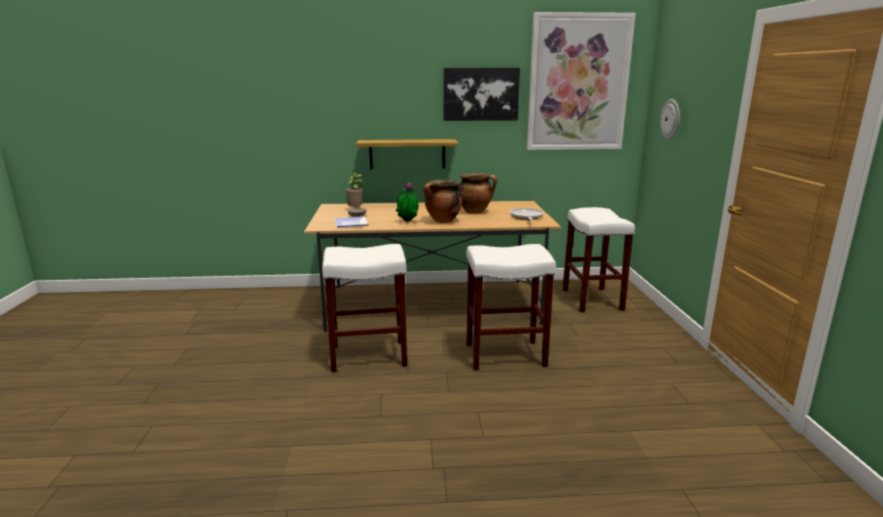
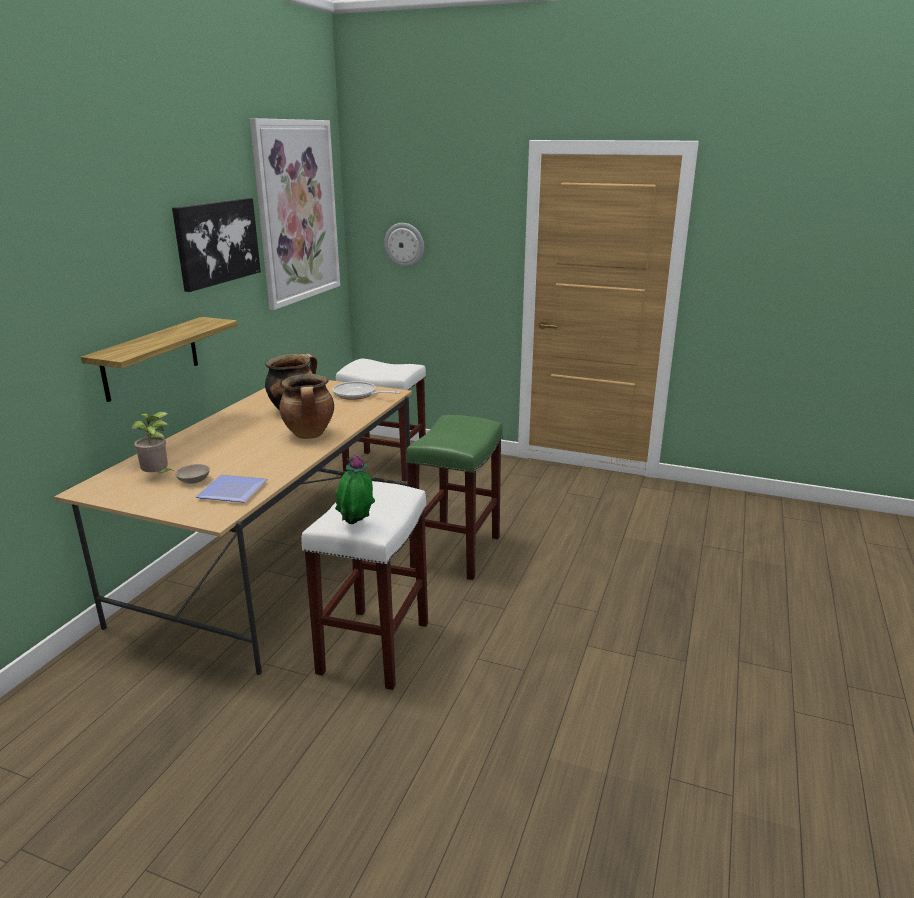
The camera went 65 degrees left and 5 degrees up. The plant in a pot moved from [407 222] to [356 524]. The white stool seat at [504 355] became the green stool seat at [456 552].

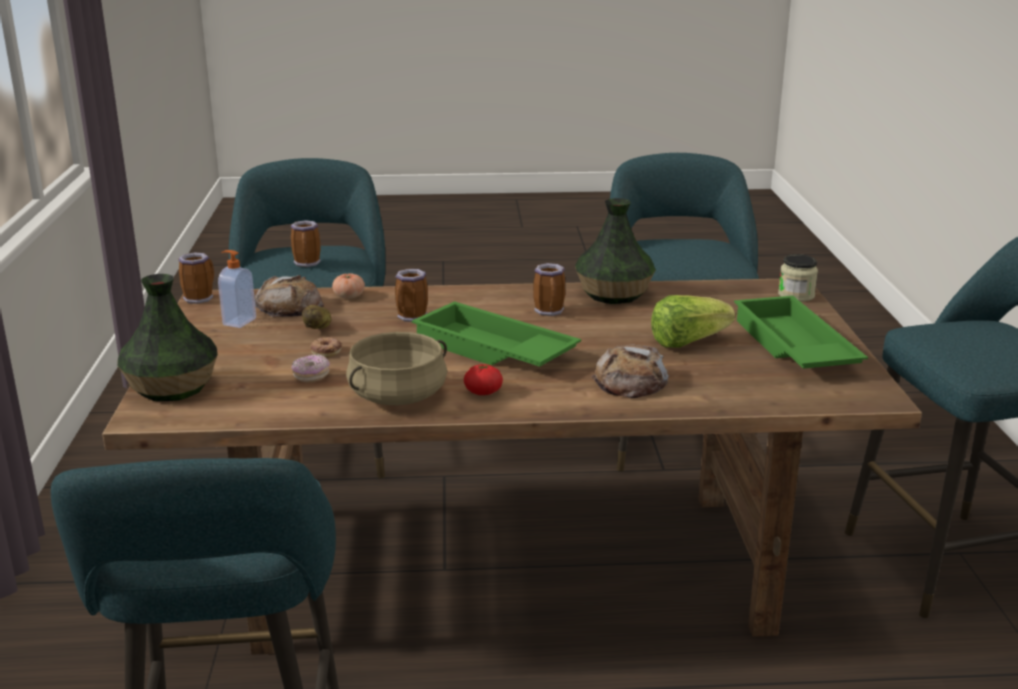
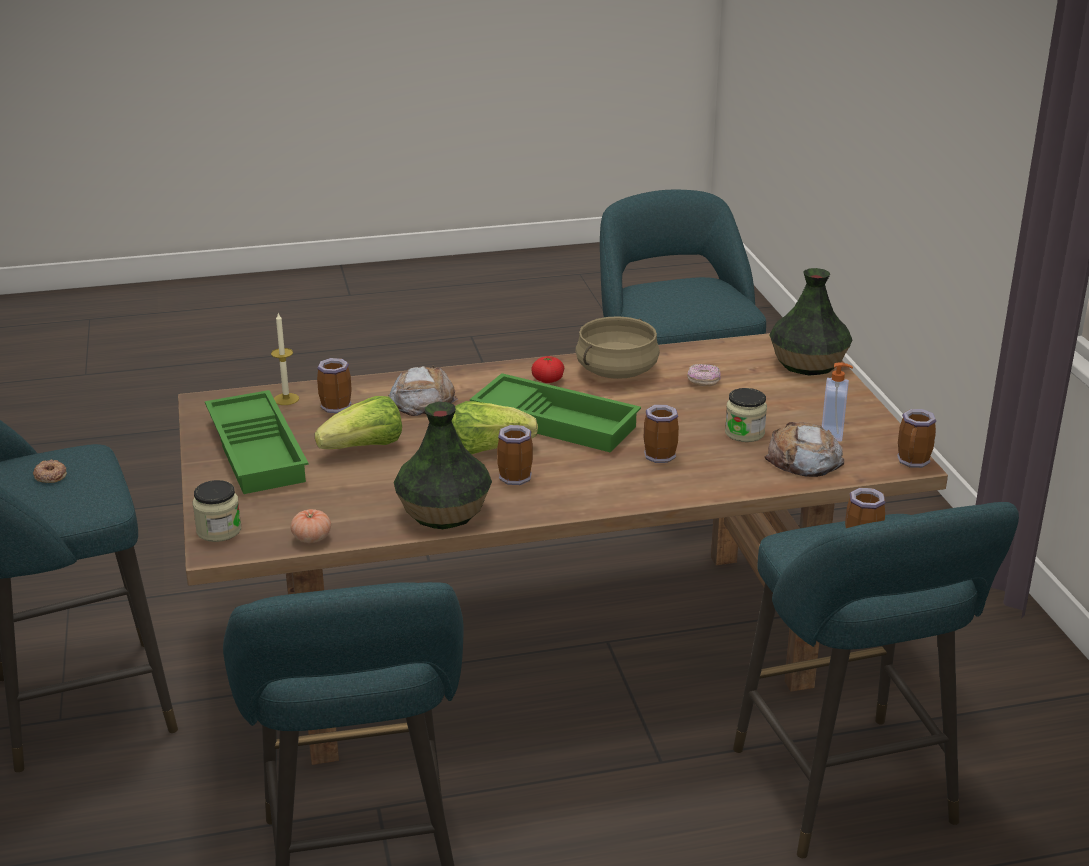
The camera went 170 degrees right and 5 degrees up. The wax candle at [286 399] appeared. The mug at [334 405] appeared. The head of lettuce at [487 449] appeared. The ring doughnut moved from [326 350] to [50 475]. The fresh tomato moved from [349 296] to [311 538]. The whole potato at [318 328] was replaced by the preserve jar at [744 433].

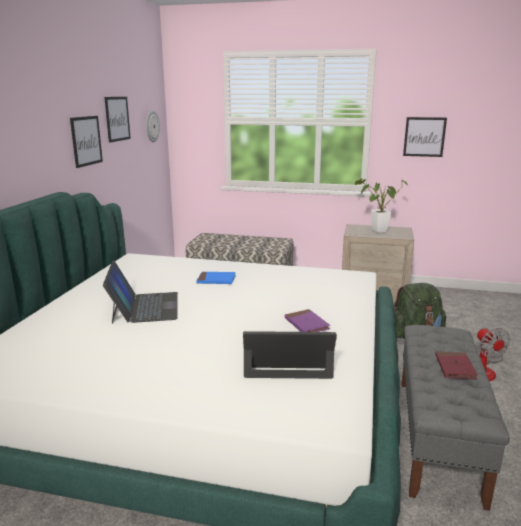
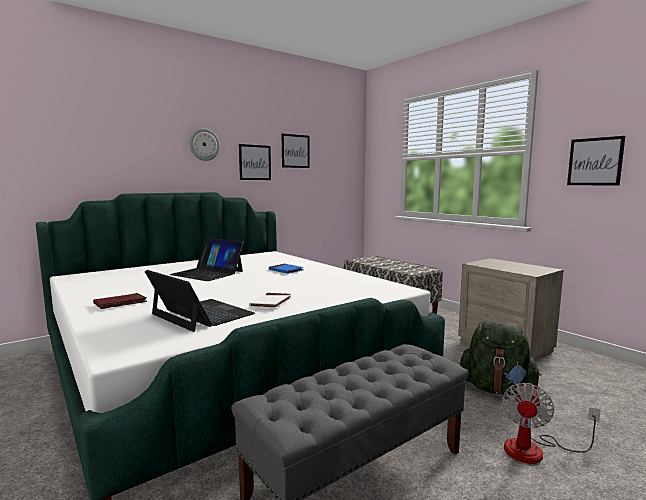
The camera went 40 degrees right and 10 degrees down. The plant in a pot at [376 231] disappeared. The hanging clock moved from [152 126] to [204 144]. The reddish bound book moved from [455 367] to [120 303]. The purple-coloured bound book at [306 324] became the white bound book at [271 303]. The portable computer at [144 307] turned 90 degrees clockwise.

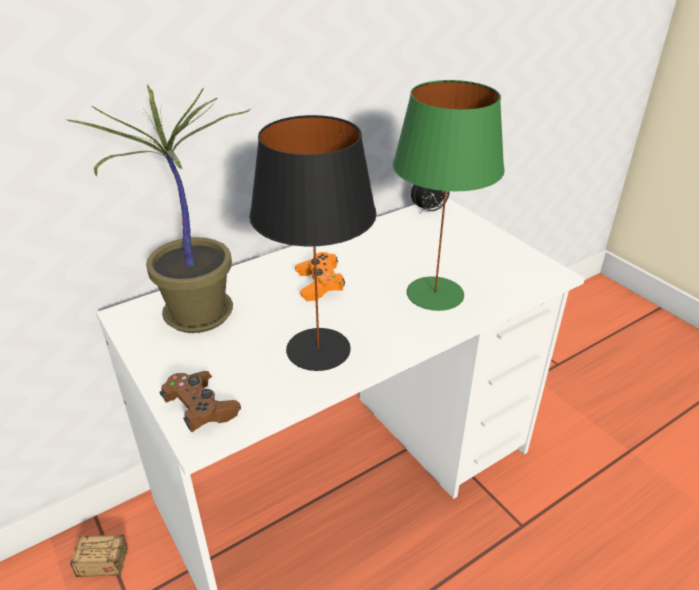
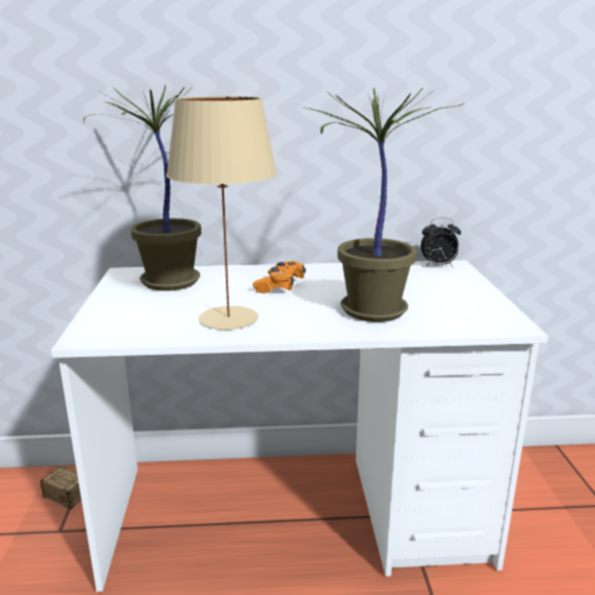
The camera went 30 degrees right and 15 degrees down. The brown gamepad at [201 409] disappeared. The green lamp for a table at [436 294] was replaced by the plant in a pot at [373 312]. The blackish lamp for a table at [317 350] became the beige lamp for a table at [227 318].

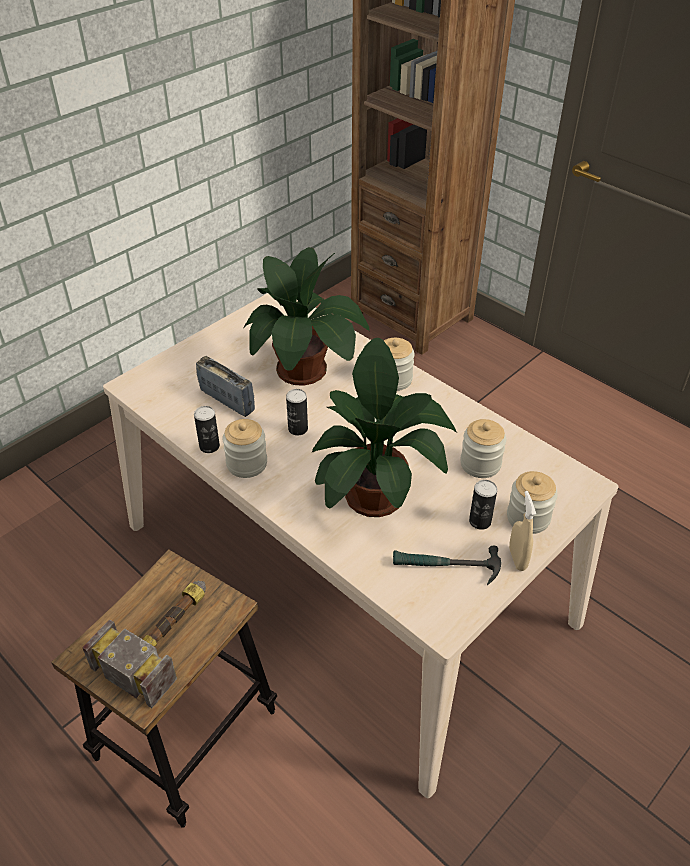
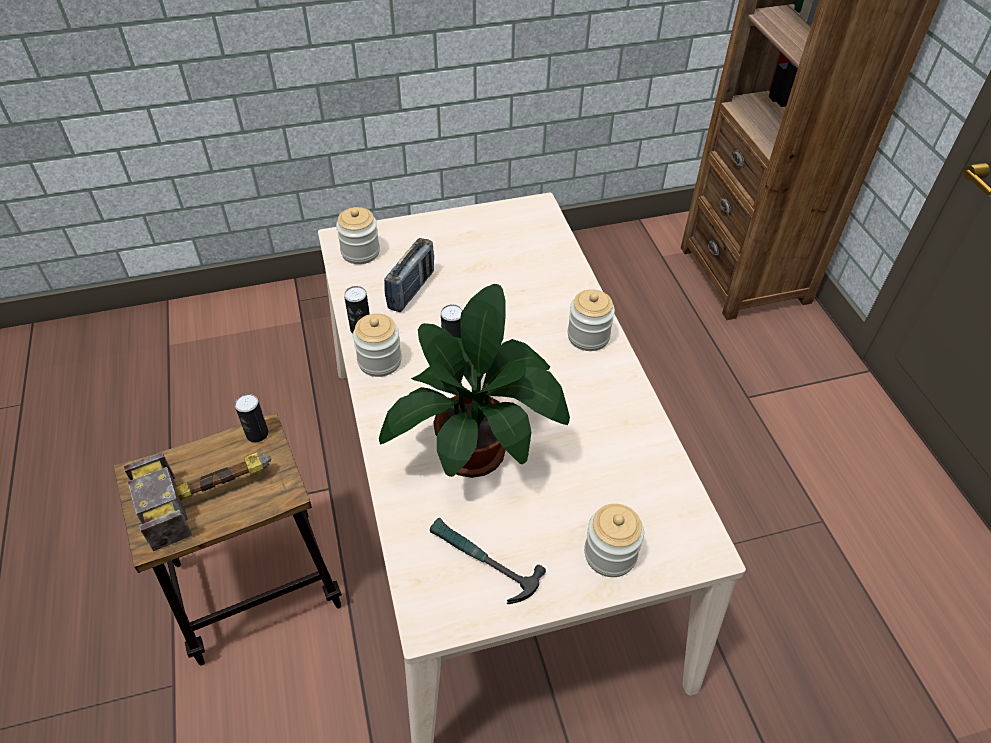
The camera went 30 degrees right and 5 degrees up. The plant in a pot at [304 371] disappeared. The beige spray bottle at [517 558] disappeared. The preserve jar moved from [480 464] to [360 252]. The metal can moved from [480 521] to [257 434]. The radio set at [227 401] turned 45 degrees clockwise.

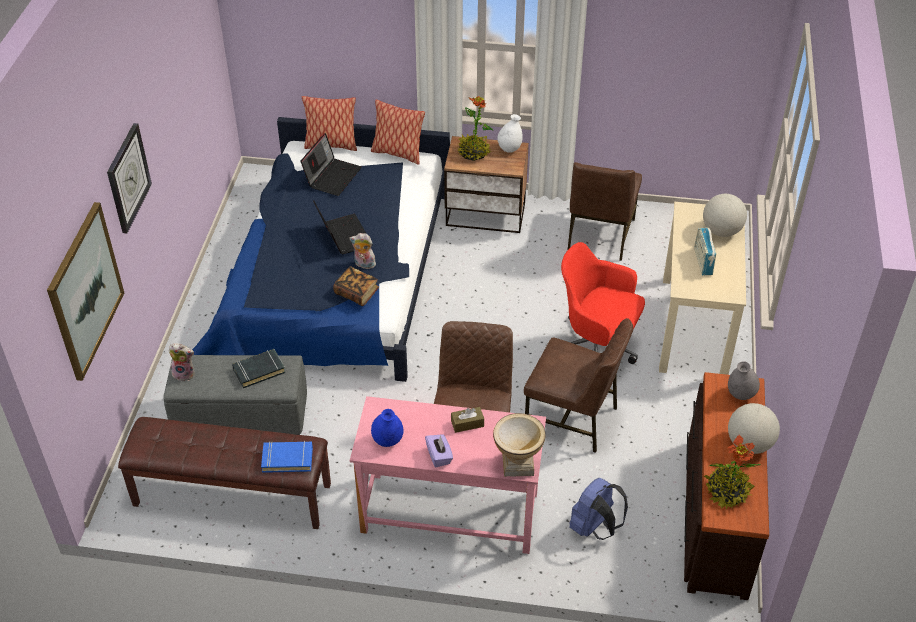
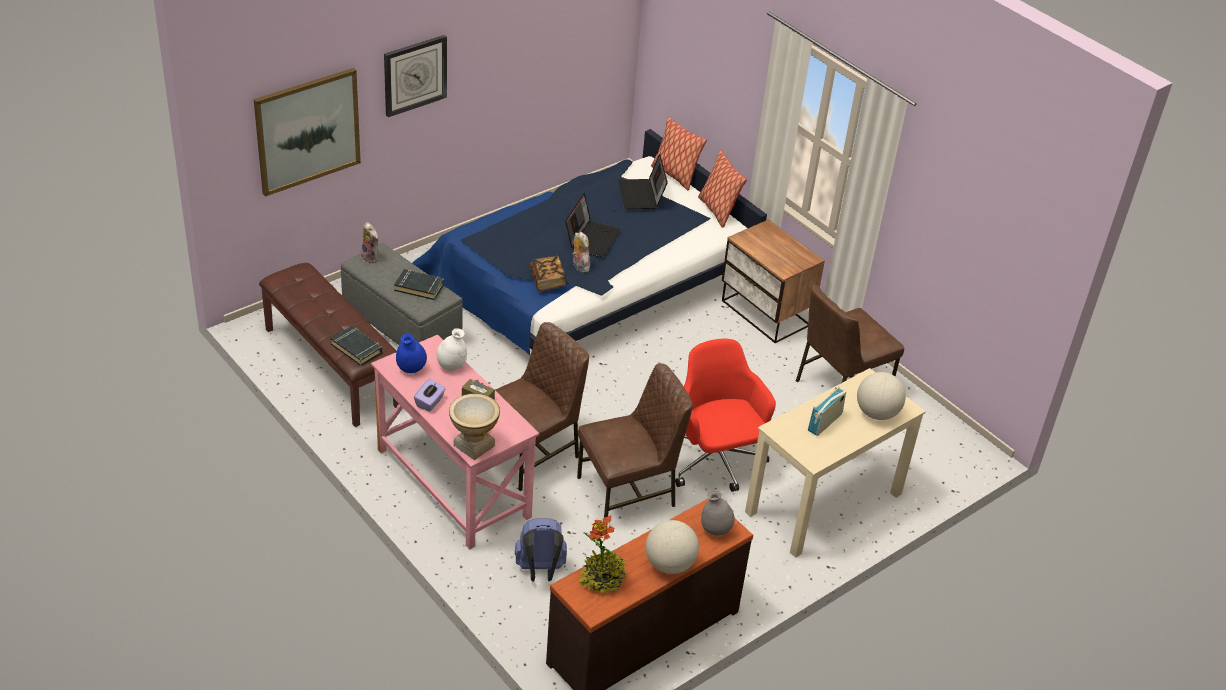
The camera went 40 degrees right and 5 degrees down. The plant in a pot at [474 153] disappeared. The white vase moved from [509 149] to [451 366]. The blue-coloured bound book at [287 459] became the blackish bound book at [357 348]. The portable computer at [332 176] turned 105 degrees clockwise. The brown upright chair at [573 419] turned 90 degrees counterclockwise.

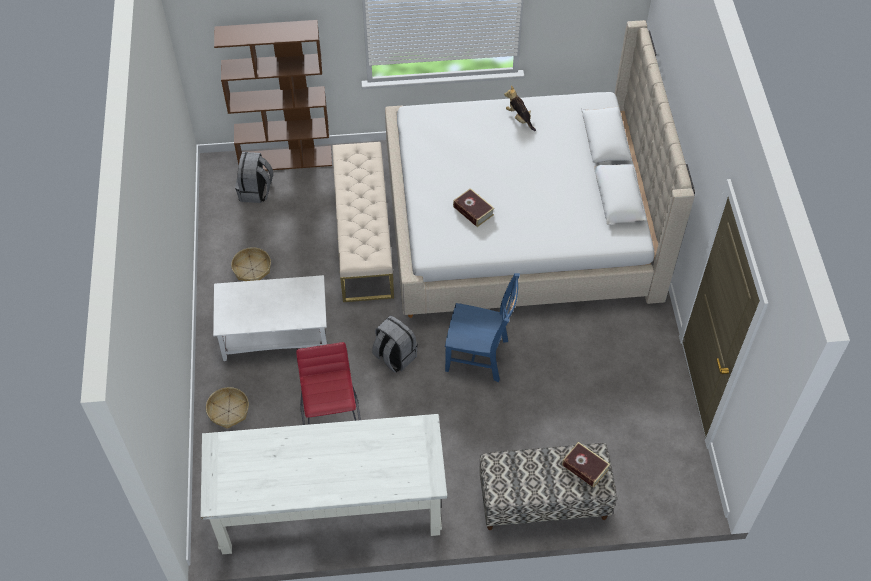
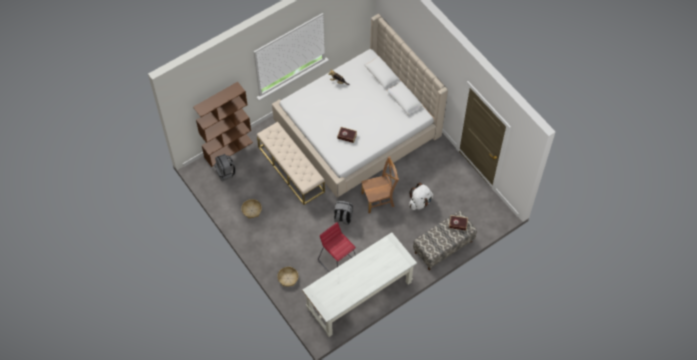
The camera went 30 degrees left and 5 degrees up. The white low table at [274 334] disappeared. The white knapsack at [420 202] appeared. The blue-coloured upright chair at [480 356] became the brown upright chair at [379 199].

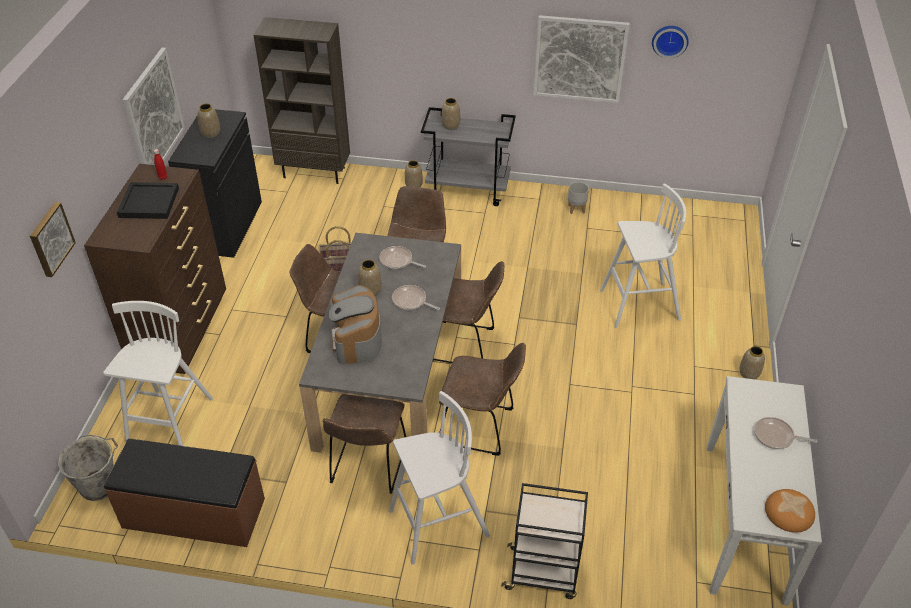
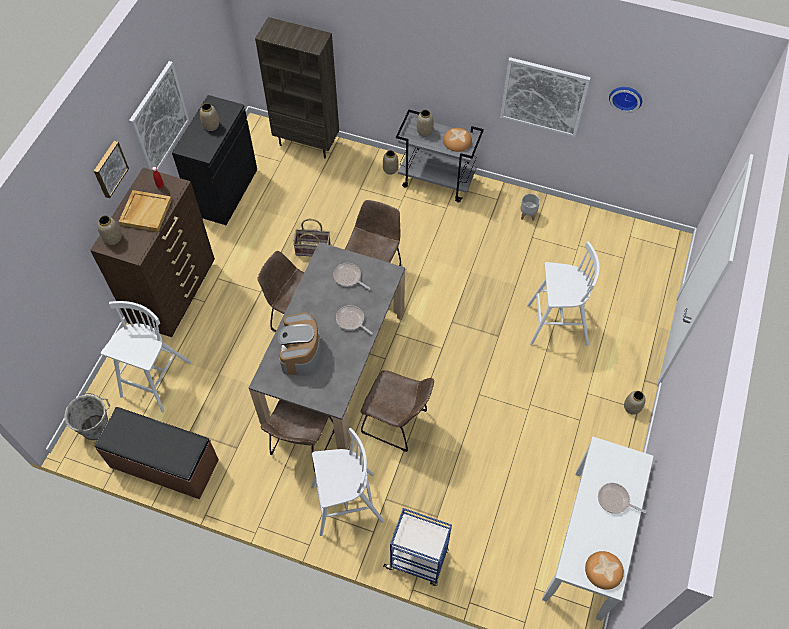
The camera went 10 degrees right and 15 degrees up. The brown upright chair at [464 345] disappeared. The baked bread at [457 141] appeared. The wall art moved from [50 239] to [109 169]. The vase moved from [370 291] to [113 238]. The blackish serving tray at [148 202] became the beige serving tray at [145 212]. The blackish cart at [543 573] became the blue-coloured cart at [418 560].

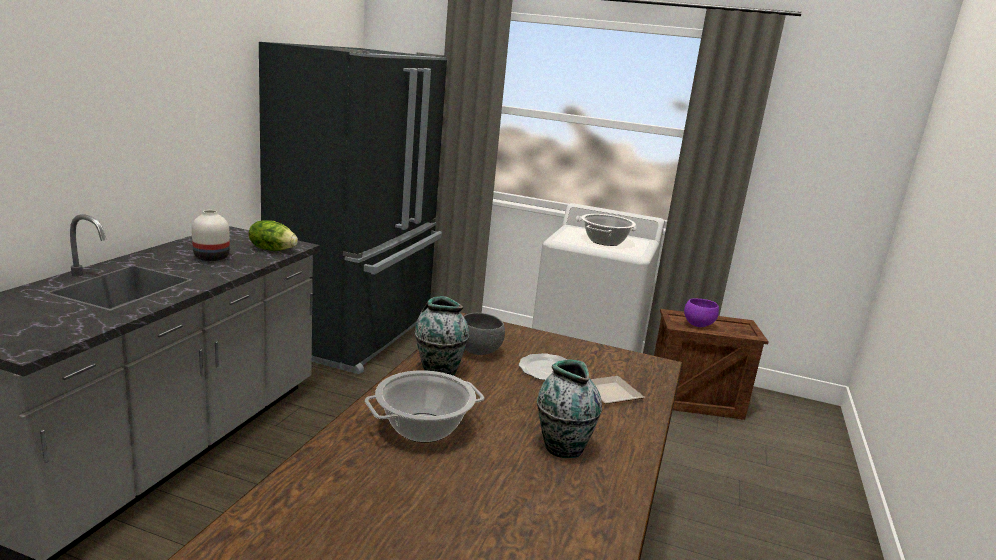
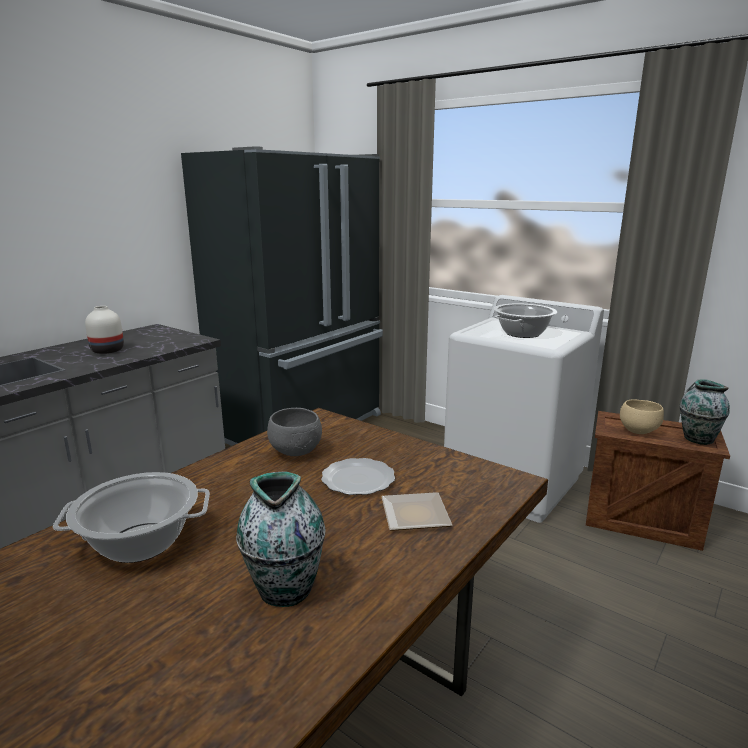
The camera went 20 degrees right and 0 degrees up. The head of lettuce at [272 249] disappeared. The vase moved from [438 370] to [697 438]. The purple-coloured serving bowl at [697 324] became the beige serving bowl at [638 431].

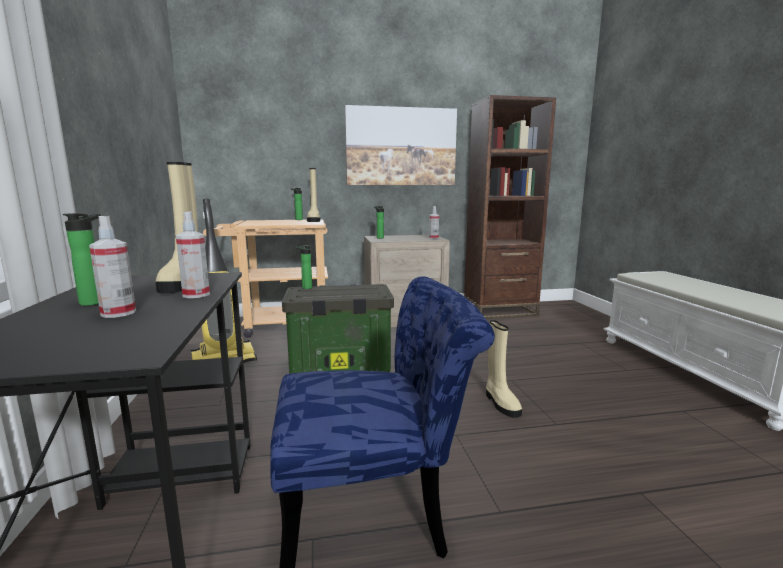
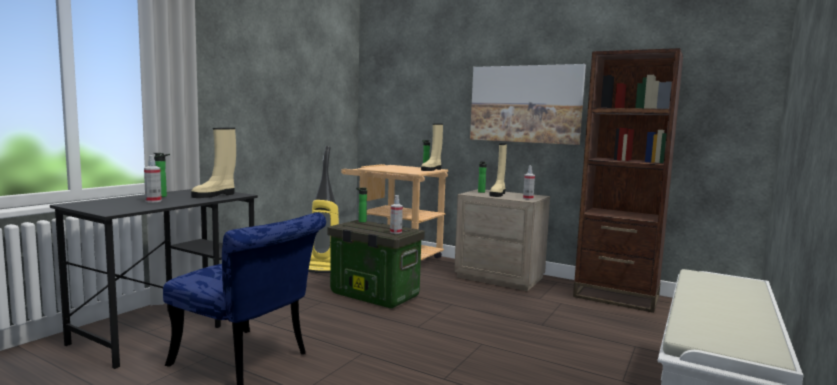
The camera went 40 degrees right and 5 degrees down. The spray bottle moved from [196 295] to [396 232]. The beige high-top boot moved from [501 403] to [498 194].

